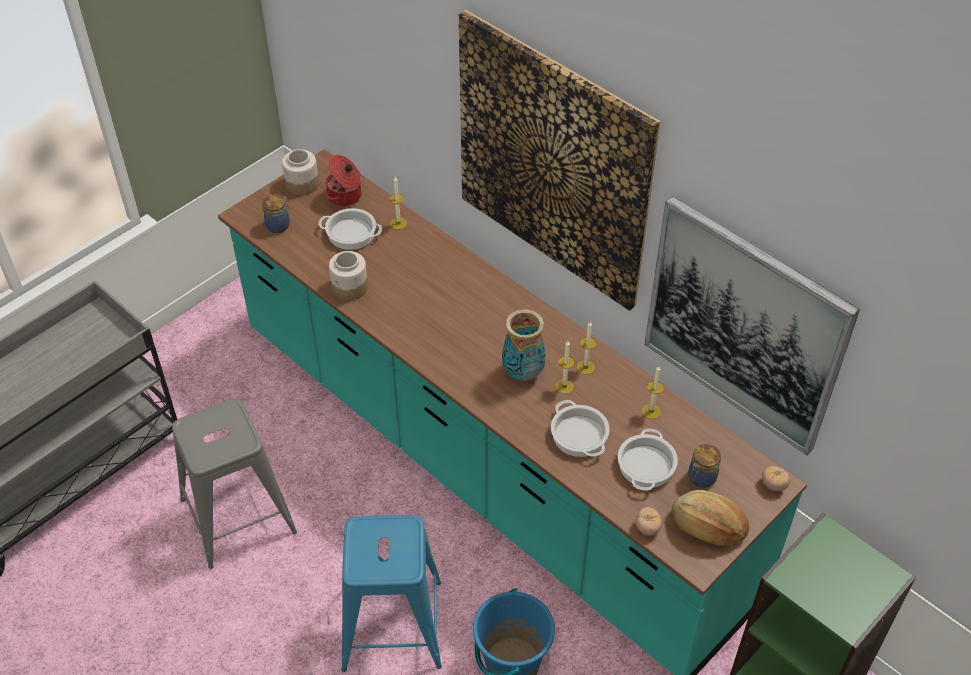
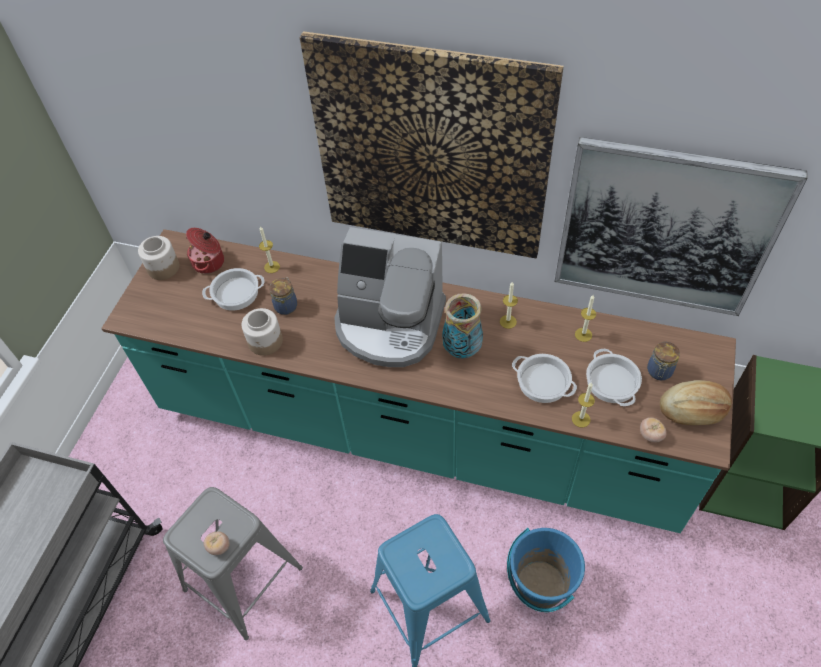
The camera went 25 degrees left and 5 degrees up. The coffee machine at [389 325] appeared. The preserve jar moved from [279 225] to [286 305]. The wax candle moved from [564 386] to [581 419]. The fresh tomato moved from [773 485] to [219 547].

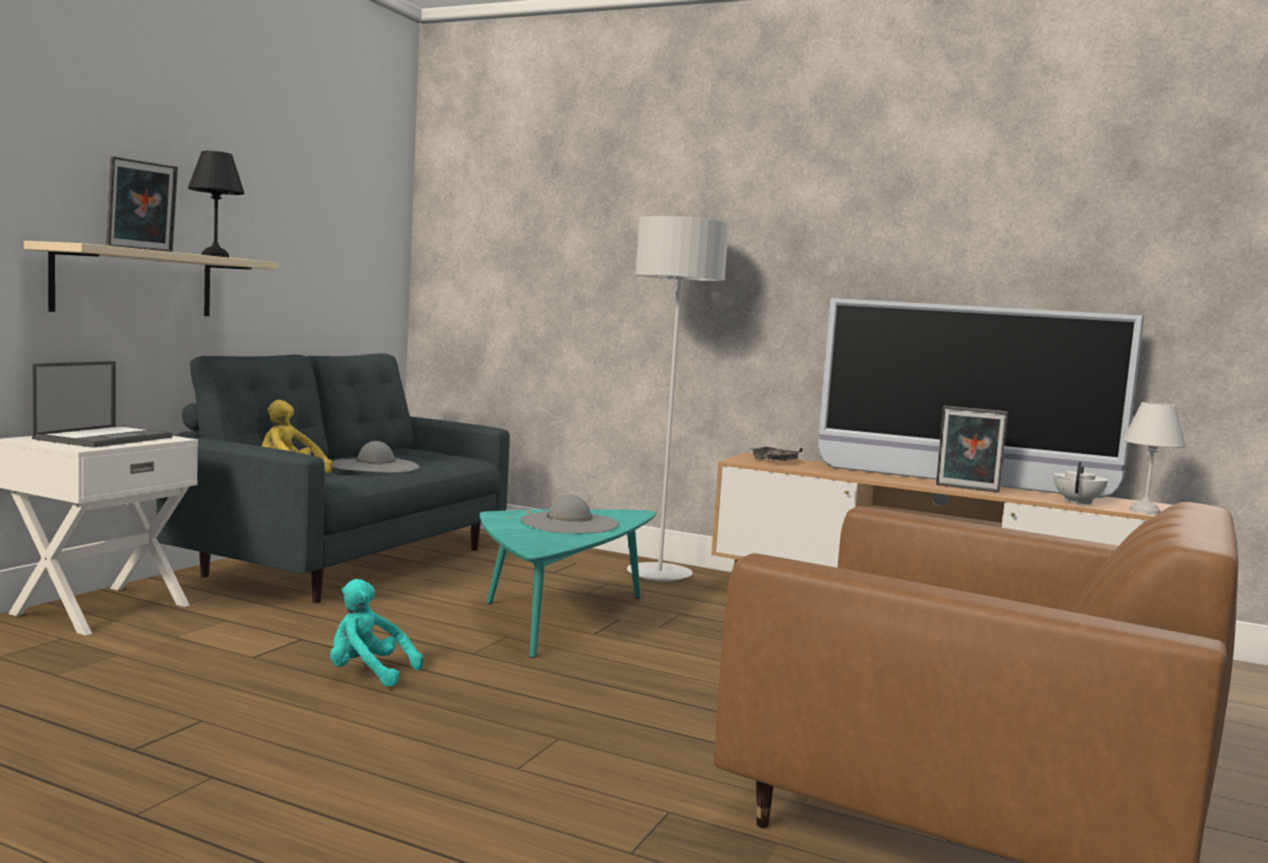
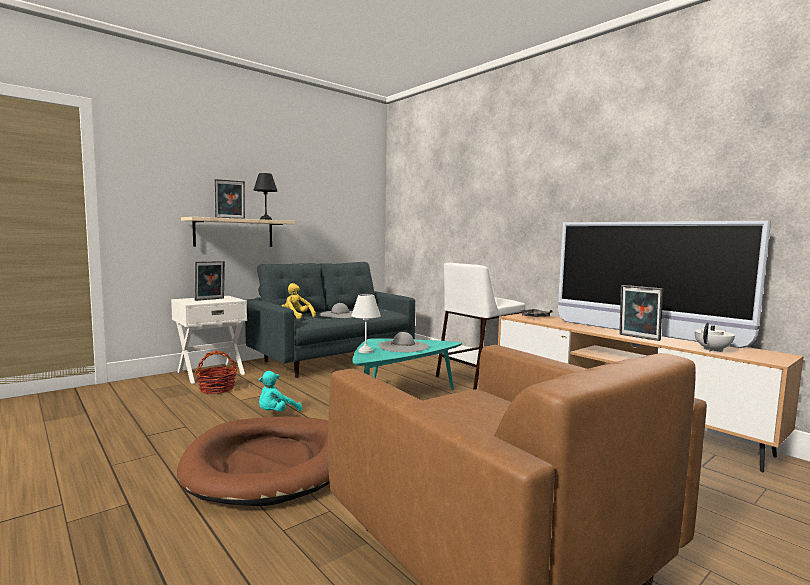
The camera went 25 degrees right and 0 degrees up. The brown dog cushion at [269 463] appeared. The basket at [217 389] appeared. The white lamp for a table moved from [1143 511] to [365 351]. The portable computer at [105 438] was replaced by the photo frame at [210 299]. The gray standing lamp at [659 575] was replaced by the white stool seat at [478 377]. The turquoise-coloured soft toy at [367 674] turned 90 degrees counterclockwise.

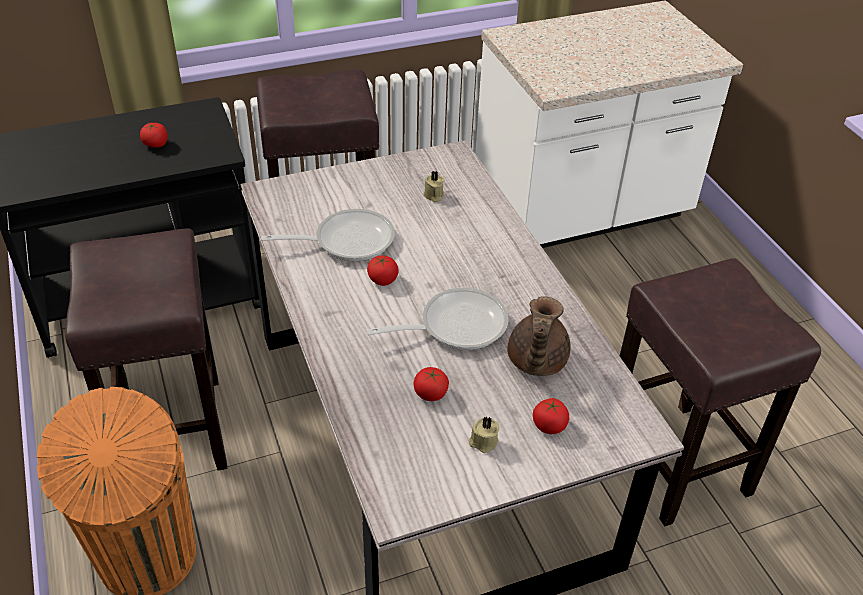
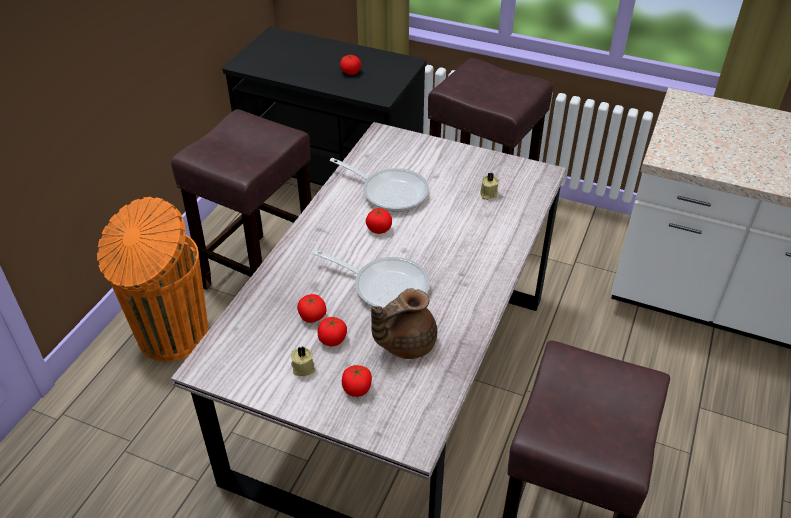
The camera went 45 degrees right and 0 degrees up. The fresh tomato at [332 339] appeared.

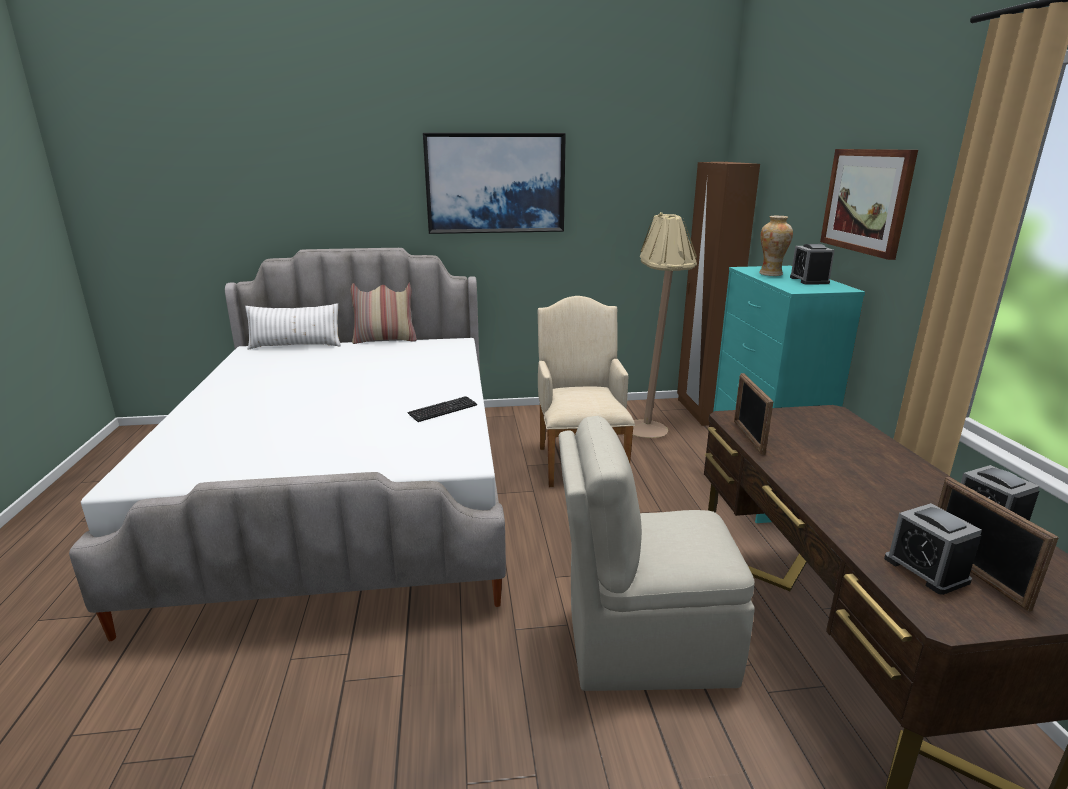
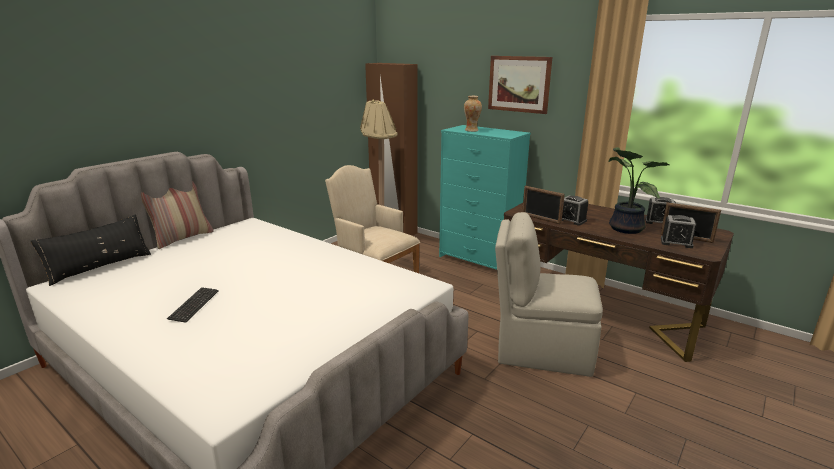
The camera went 45 degrees left and 0 degrees up. The wall art at [495 183] disappeared. The plant in a pot at [623 228] appeared. The PC keyboard moved from [443 410] to [194 305]. The table clock moved from [809 280] to [571 220]. The white cushion at [296 345] became the blackish cushion at [100 267]. The beige upright chair at [643 644] turned 60 degrees clockwise.

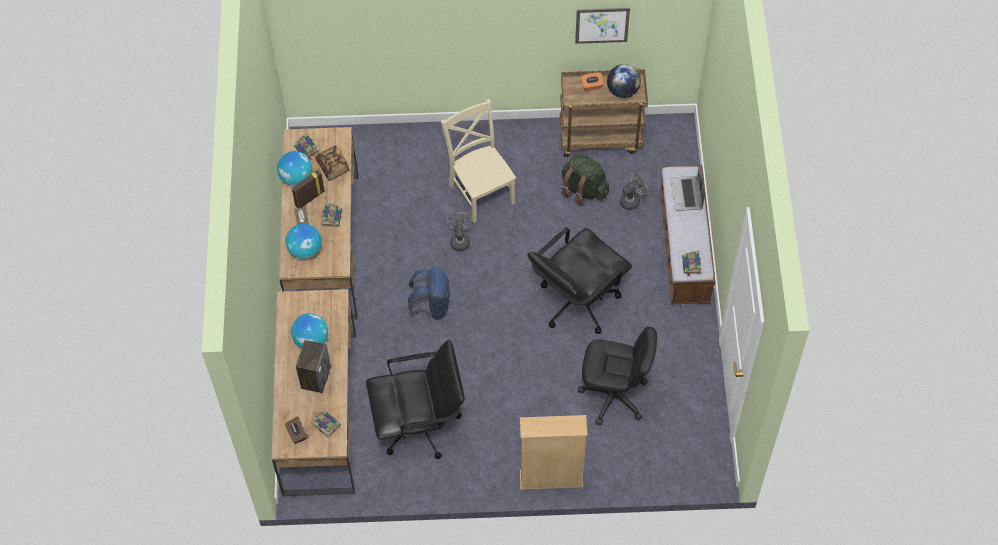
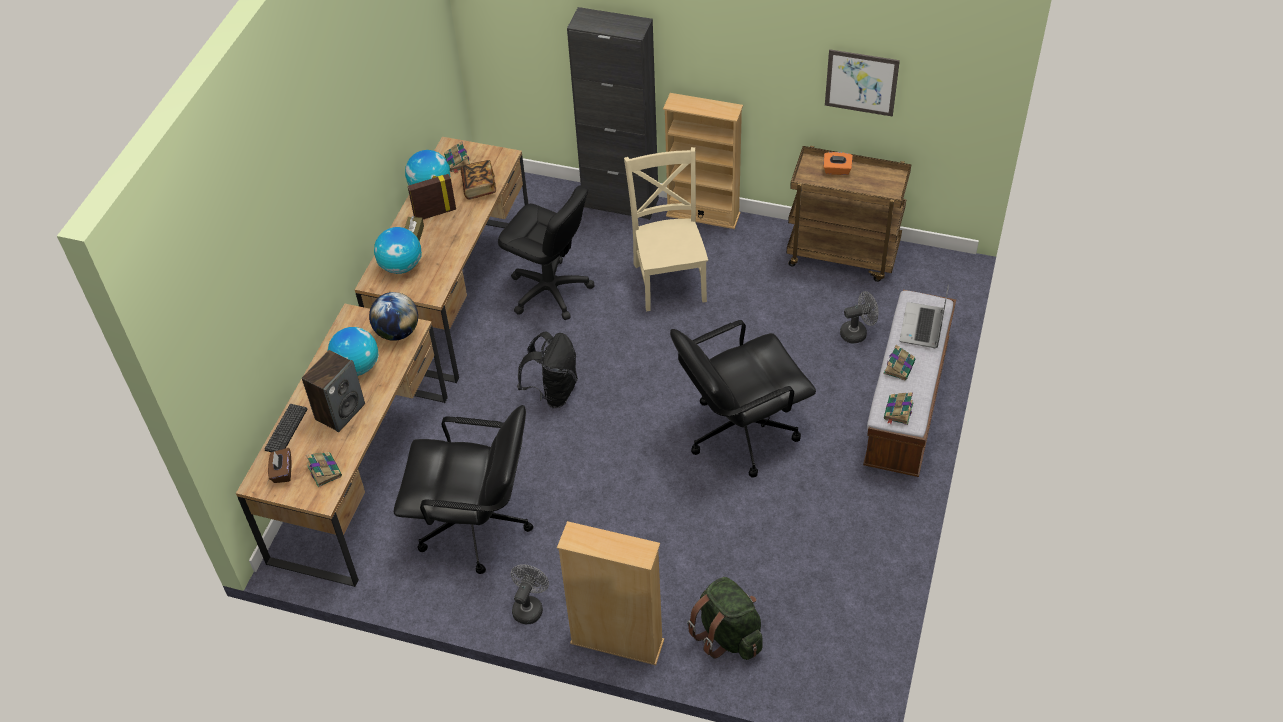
The camera went 20 degrees right and 10 degrees down. The PC keyboard at [286 429] appeared. The blackish cabinet at [620 203] appeared. The beige bookcase at [703 214] appeared. The bound book moved from [332 217] to [899 366]. The gray electric fan moved from [460 239] to [529 606]. The green knapsack moved from [583 190] to [728 634]. The blackish desk chair moved from [614 396] to [550 291]. The globe moved from [623 91] to [397 332]. The blue-coloured knapsack at [431 307] became the blackish knapsack at [553 392].

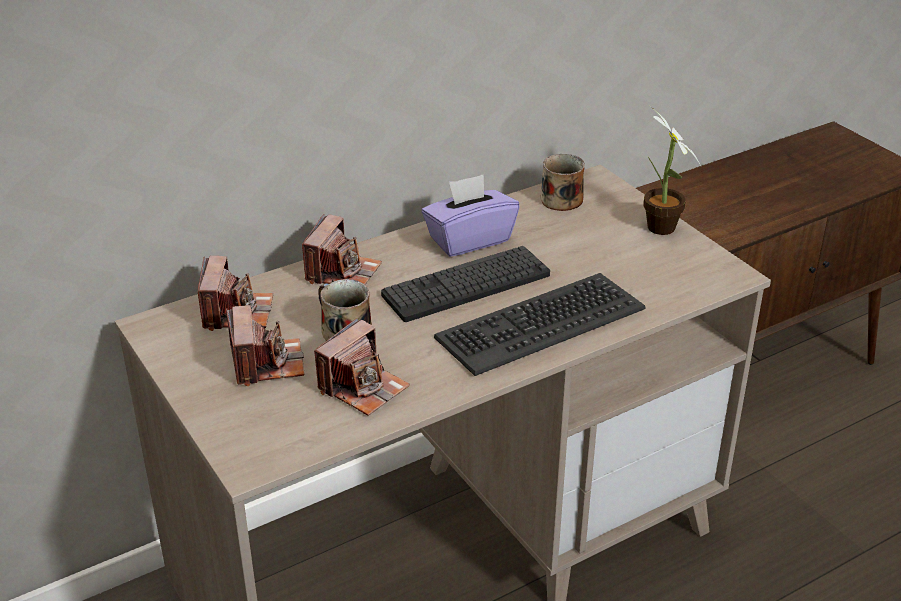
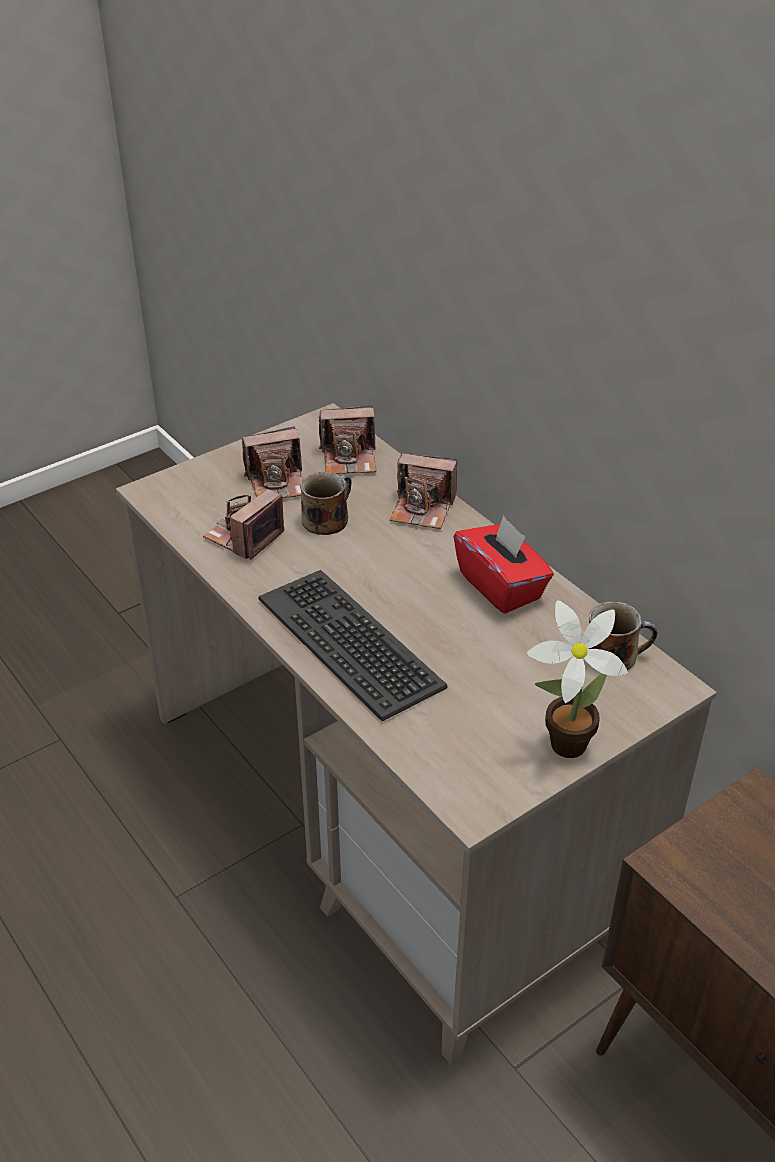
The camera went 85 degrees right and 5 degrees up. The PC keyboard at [466 285] disappeared. The purple-coloured tissue holder at [469 239] became the reddish tissue holder at [501 586]. The photo camera at [363 387] turned 90 degrees clockwise.

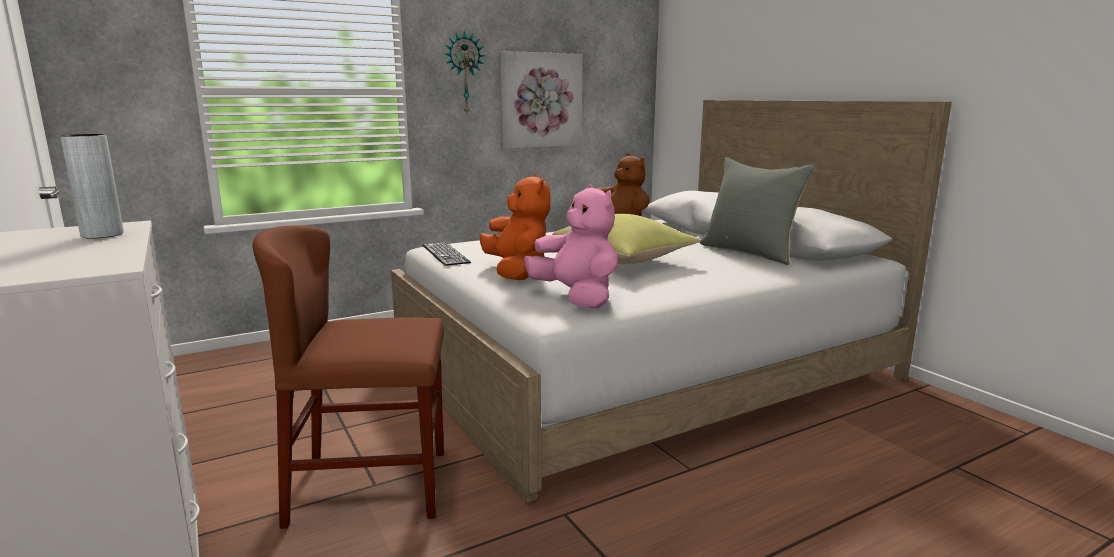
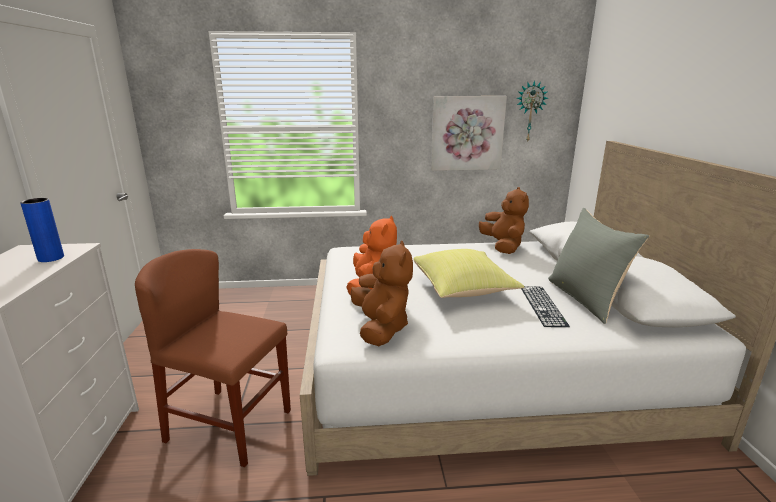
The camera went 25 degrees right and 5 degrees up. The PC keyboard moved from [445 254] to [542 305]. The hanging clock moved from [464 73] to [529 111]. The gray vase at [102 235] became the blue-coloured vase at [51 258]. The pinkish soft toy at [576 298] became the brown soft toy at [381 328].

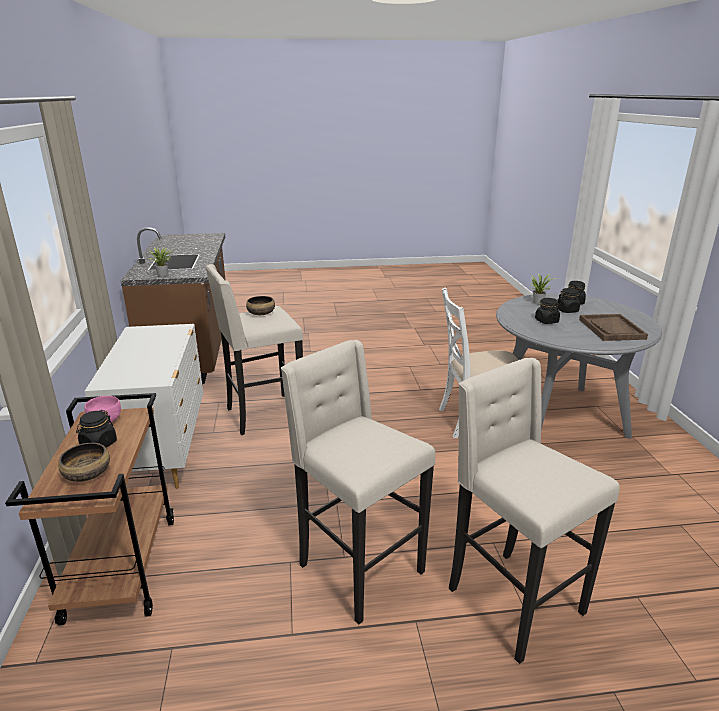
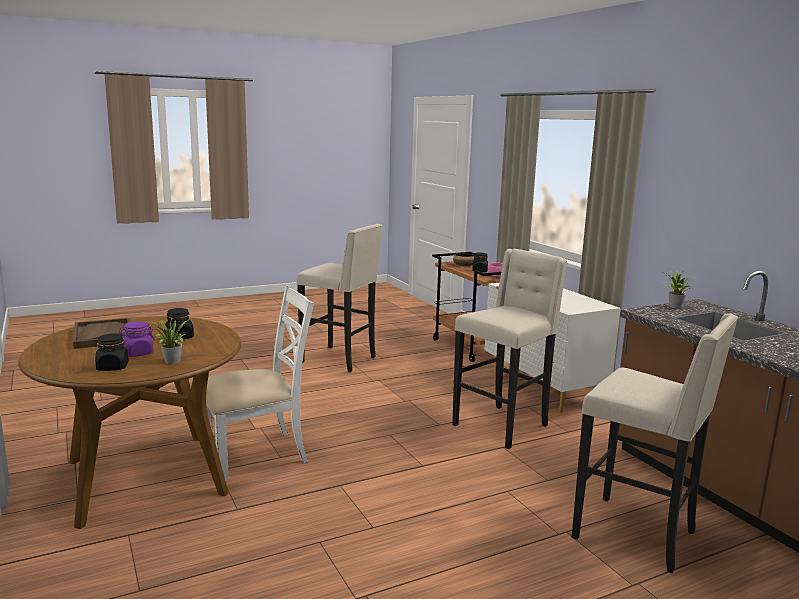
The camera went 160 degrees right and 10 degrees down. The serving bowl at [261 313] disappeared. The beige stool seat moved from [511 600] to [637 535]. The gray dinner table at [559 414] became the brown dinner table at [146 477]. The blackish preserve jar at [567 310] became the purple-coloured preserve jar at [137 353].

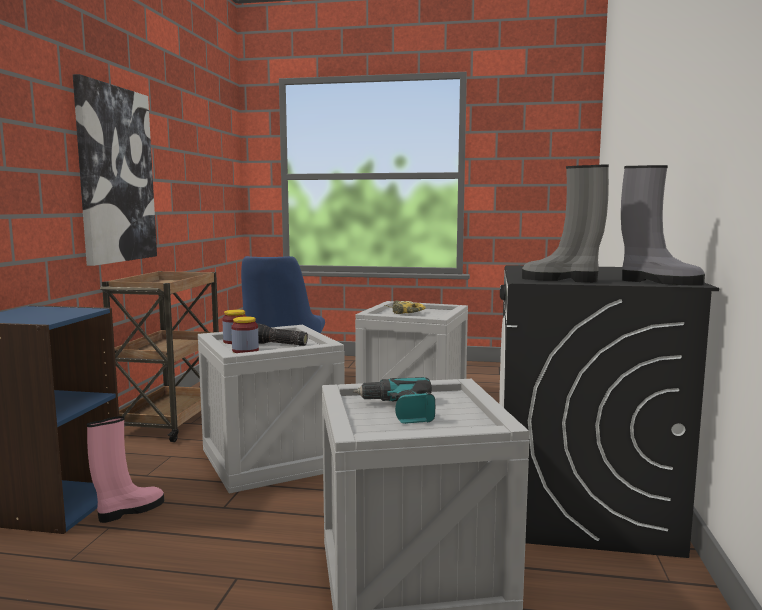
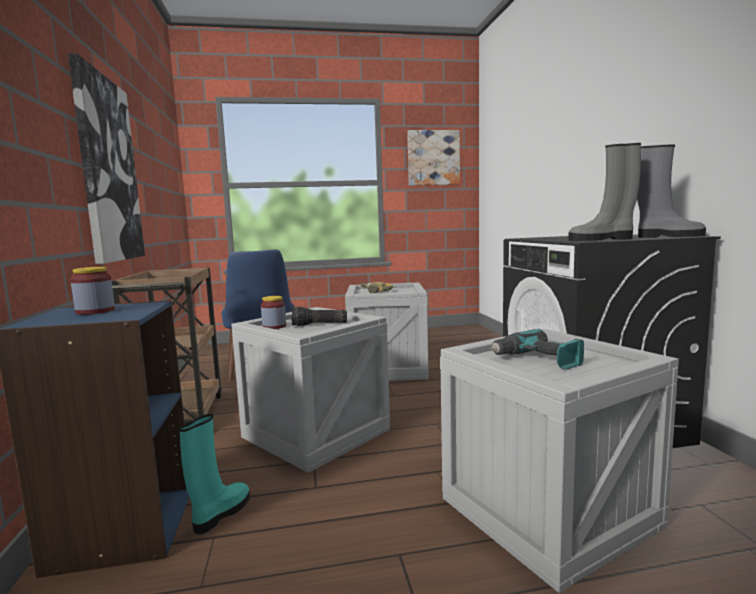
The camera went 20 degrees left and 0 degrees up. The wall art at [433 158] appeared. The preserve jar moved from [245 350] to [95 311]. The pinkish high-top boot at [129 511] became the turquoise-coloured high-top boot at [221 514].

